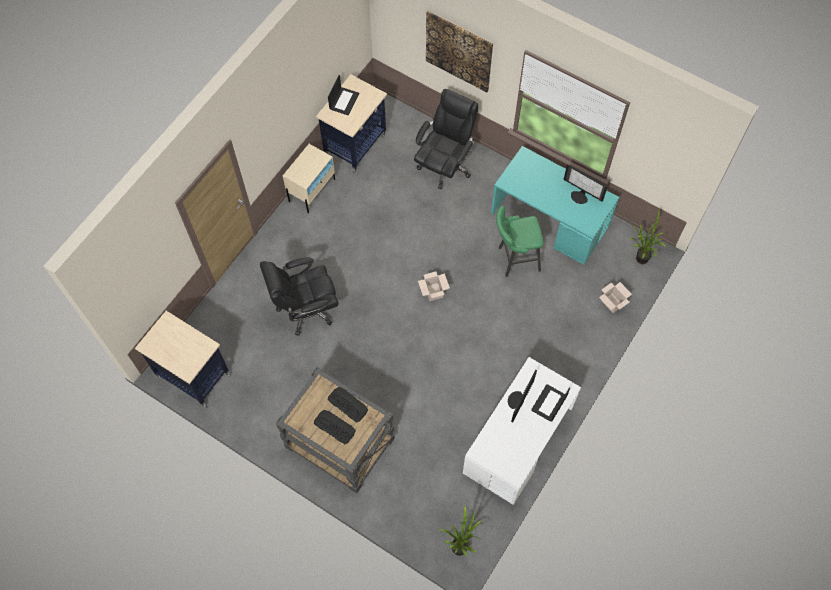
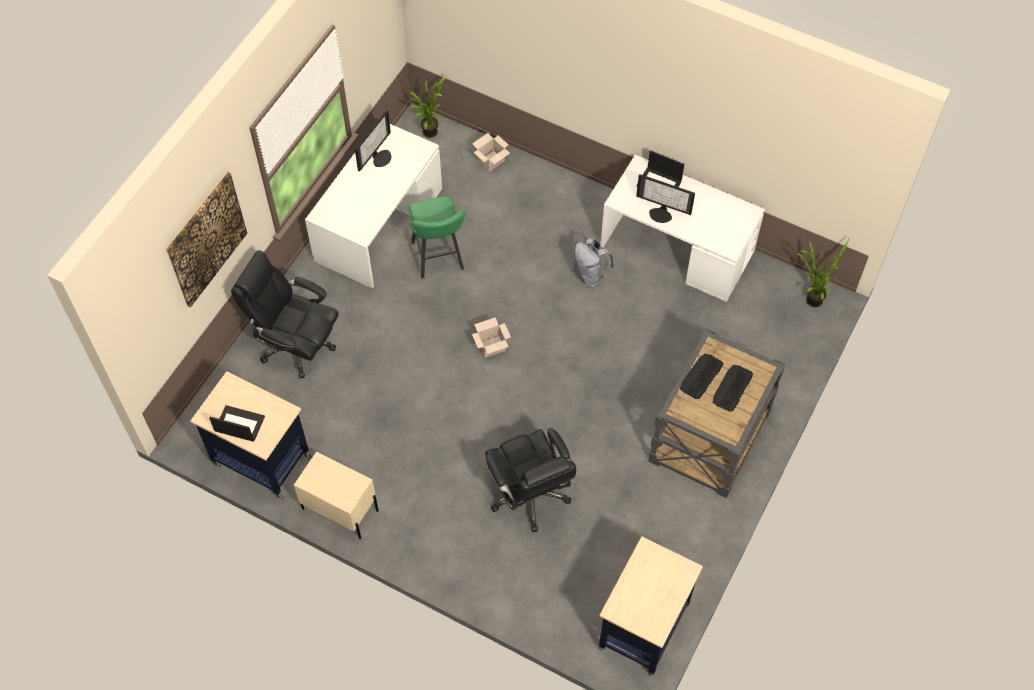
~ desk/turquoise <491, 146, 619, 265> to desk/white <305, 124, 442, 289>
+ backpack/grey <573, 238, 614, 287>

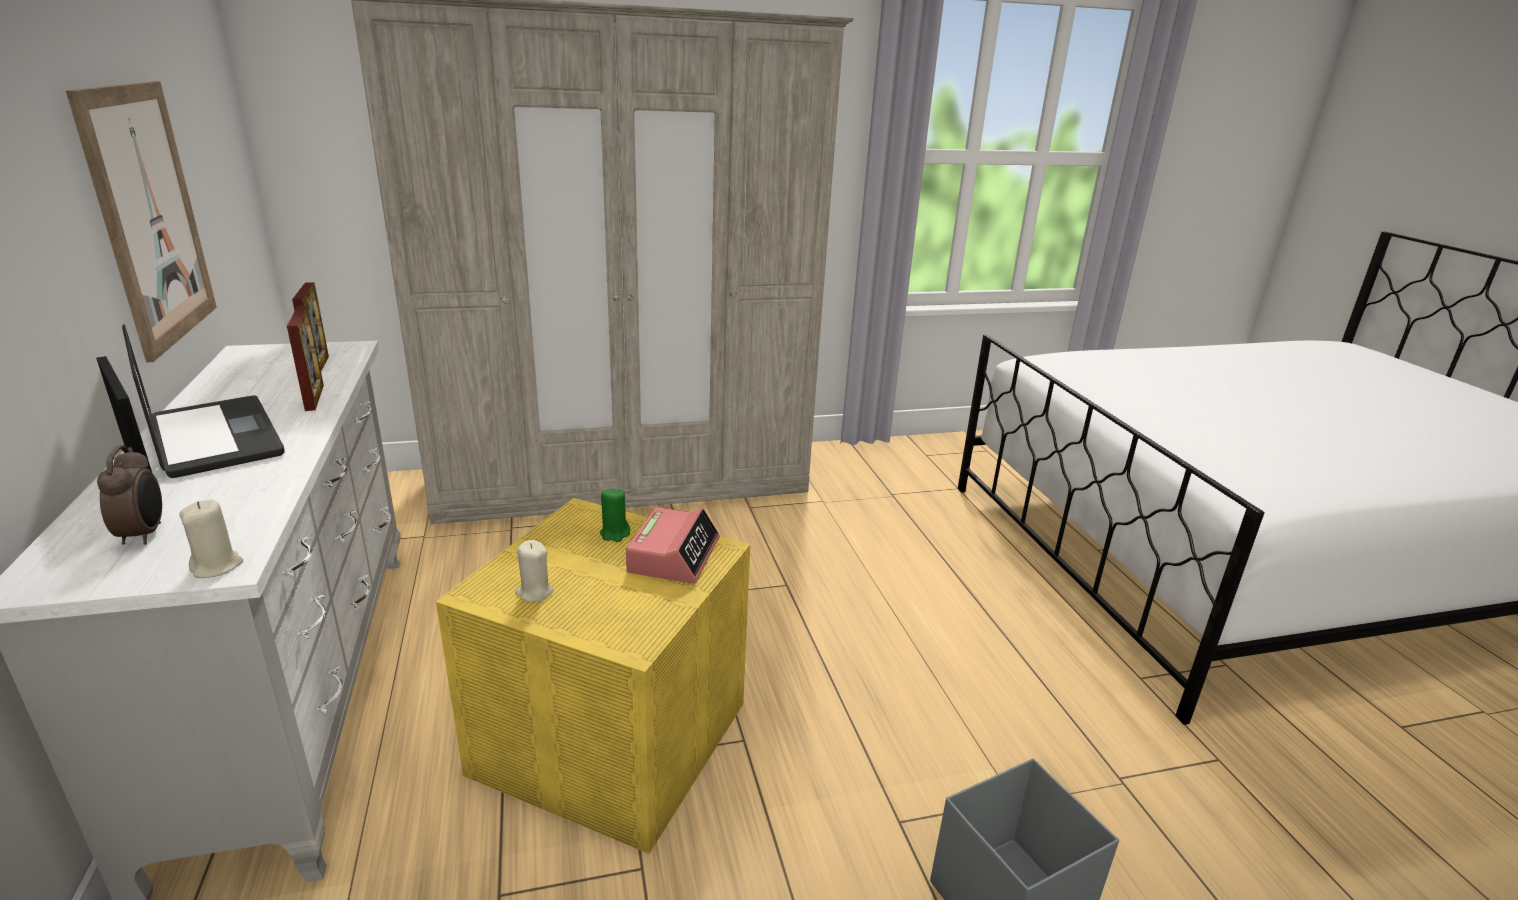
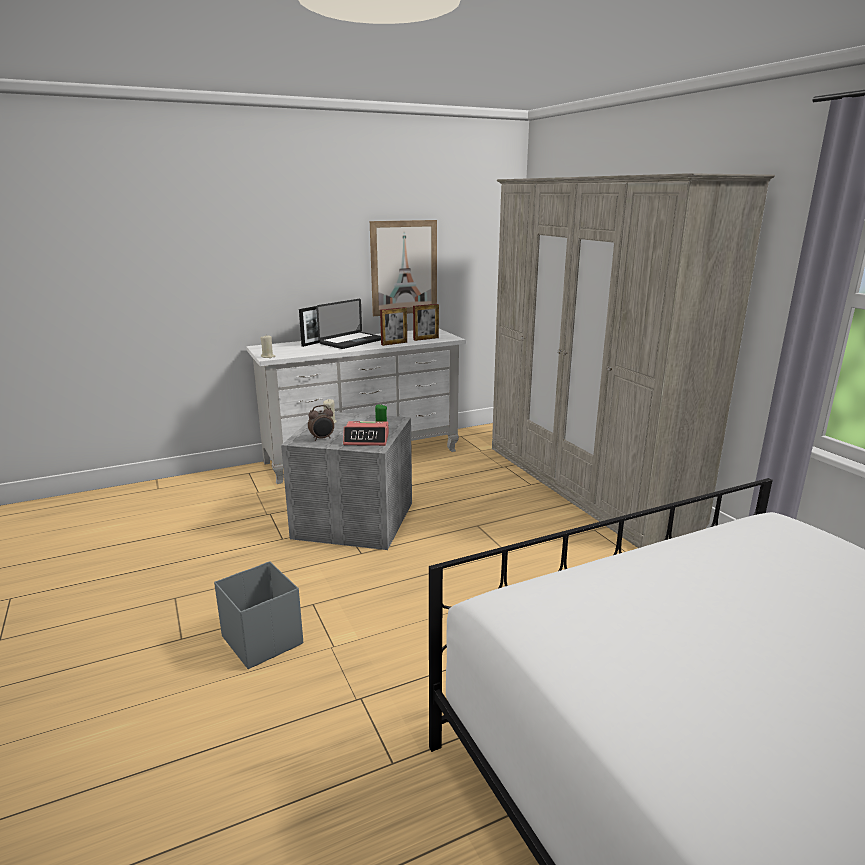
~ alarm clock <97, 445, 162, 545> to <308, 405, 334, 441>
~ storage box/yellow <436, 498, 750, 854> to storage box/grey <281, 411, 412, 550>

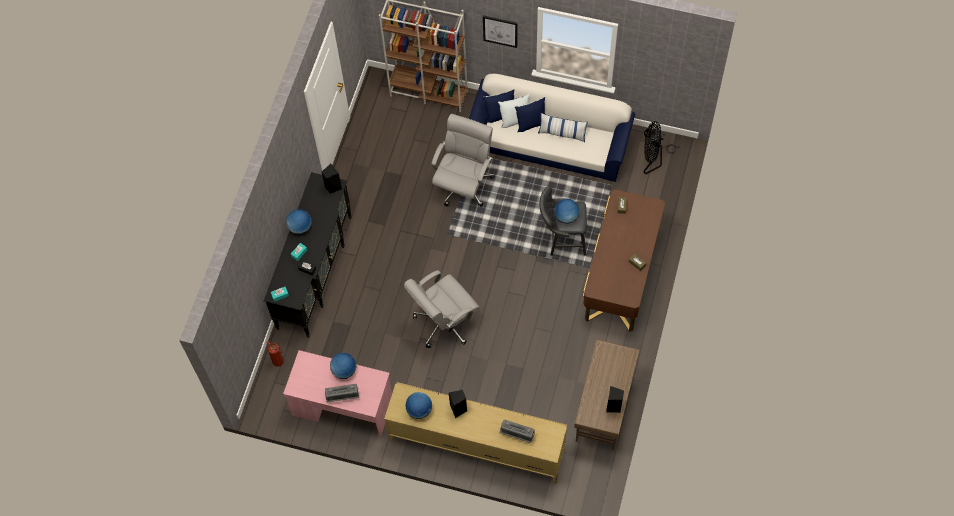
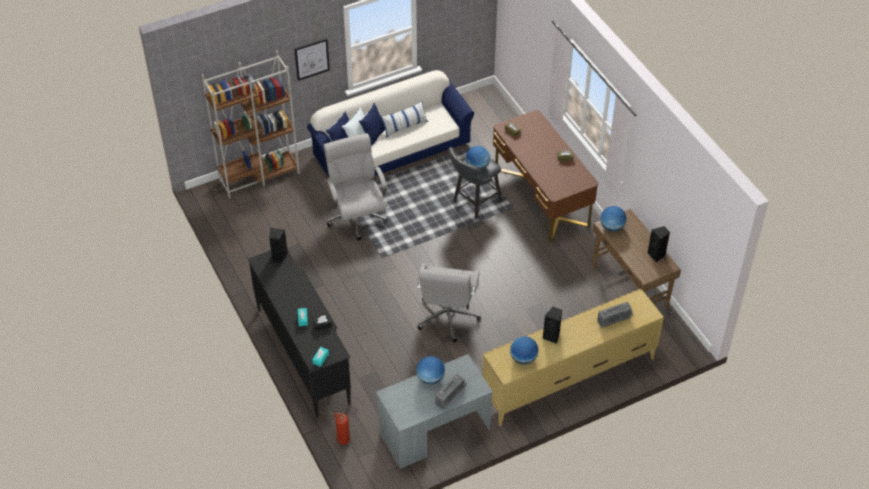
- fan/black <644, 121, 680, 174>
~ globe <286, 209, 312, 235> to <601, 206, 627, 232>
~ desk/pink <283, 350, 392, 438> to desk/grey <376, 354, 493, 469>

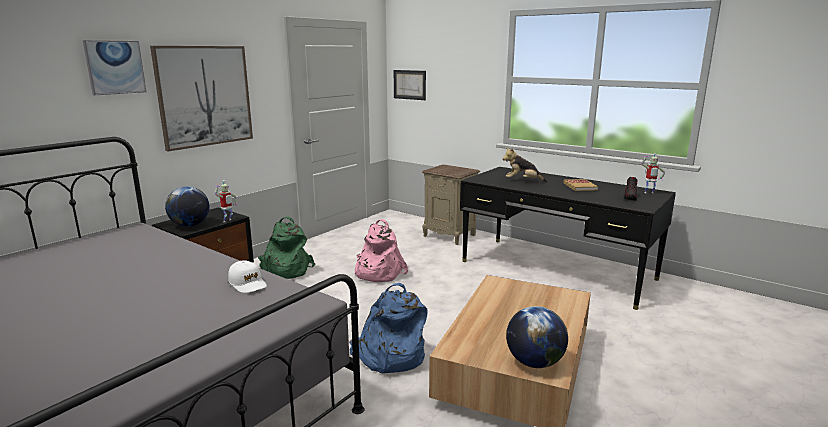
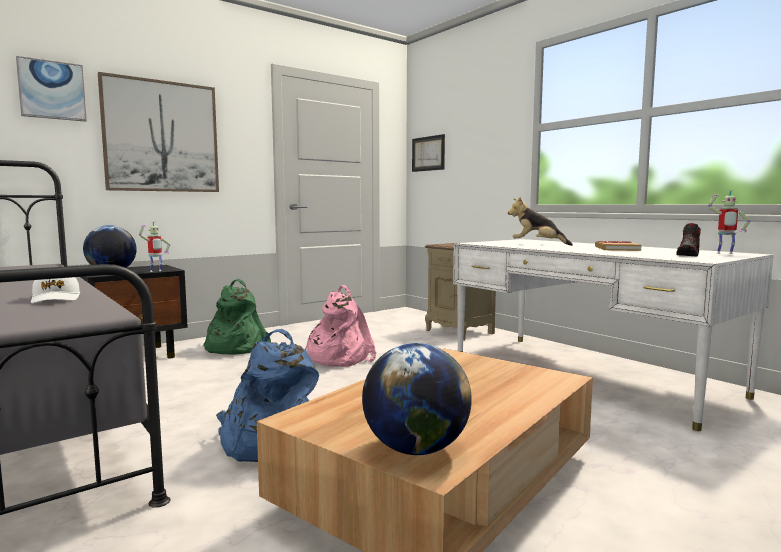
~ desk/black <460, 167, 676, 310> to desk/white <453, 239, 774, 431>

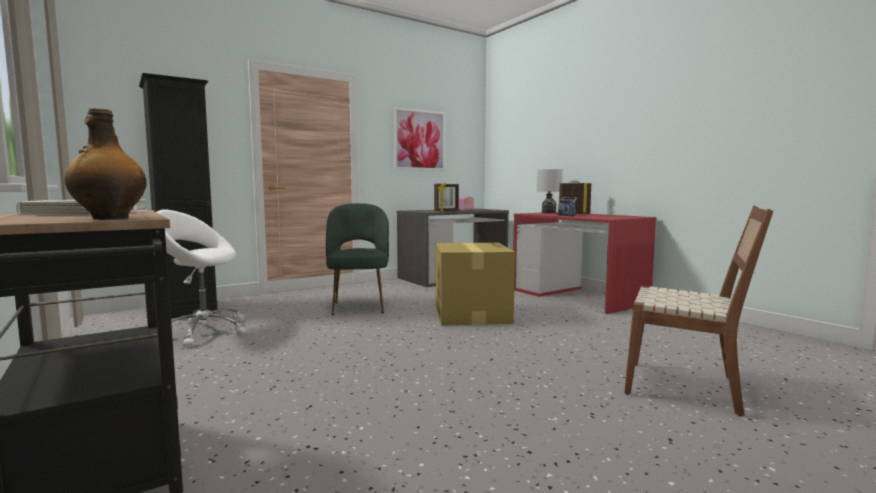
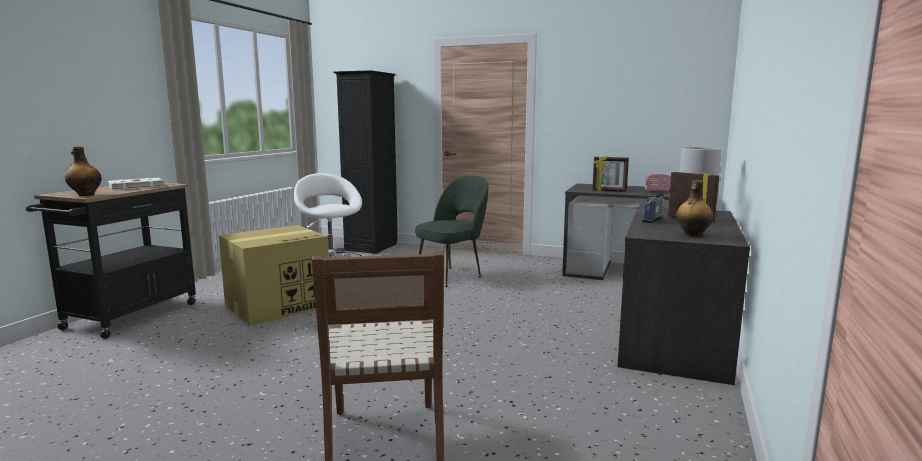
- picture <393, 107, 445, 171>
~ desk/red <513, 212, 656, 314> to desk/grey <617, 206, 750, 385>
~ cardboard box <436, 243, 515, 325> to <219, 225, 329, 326>
+ bottle <676, 180, 713, 237>

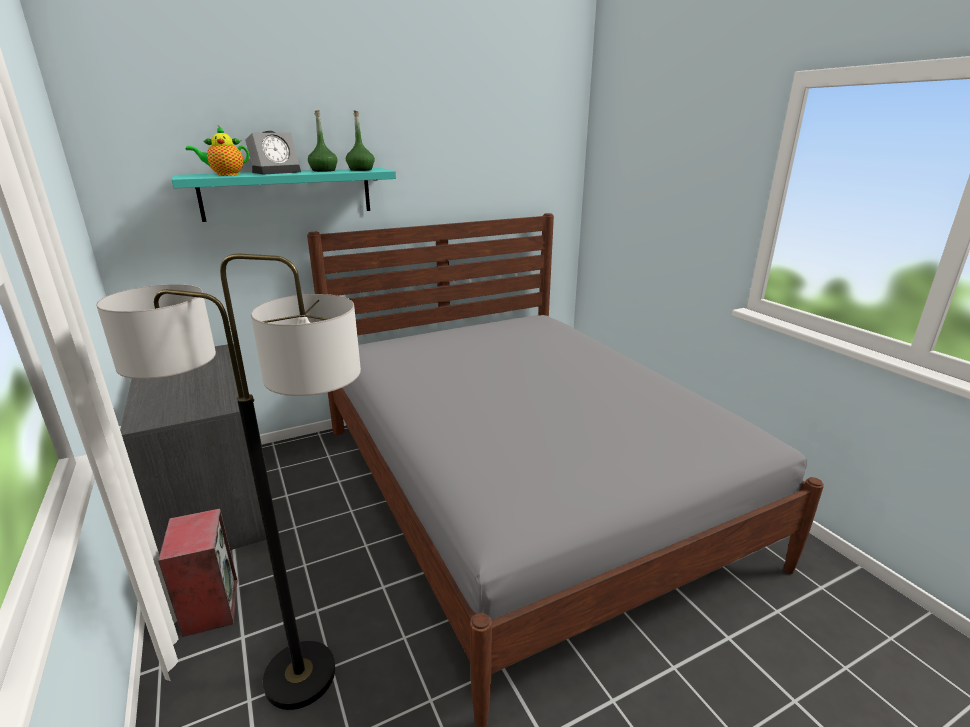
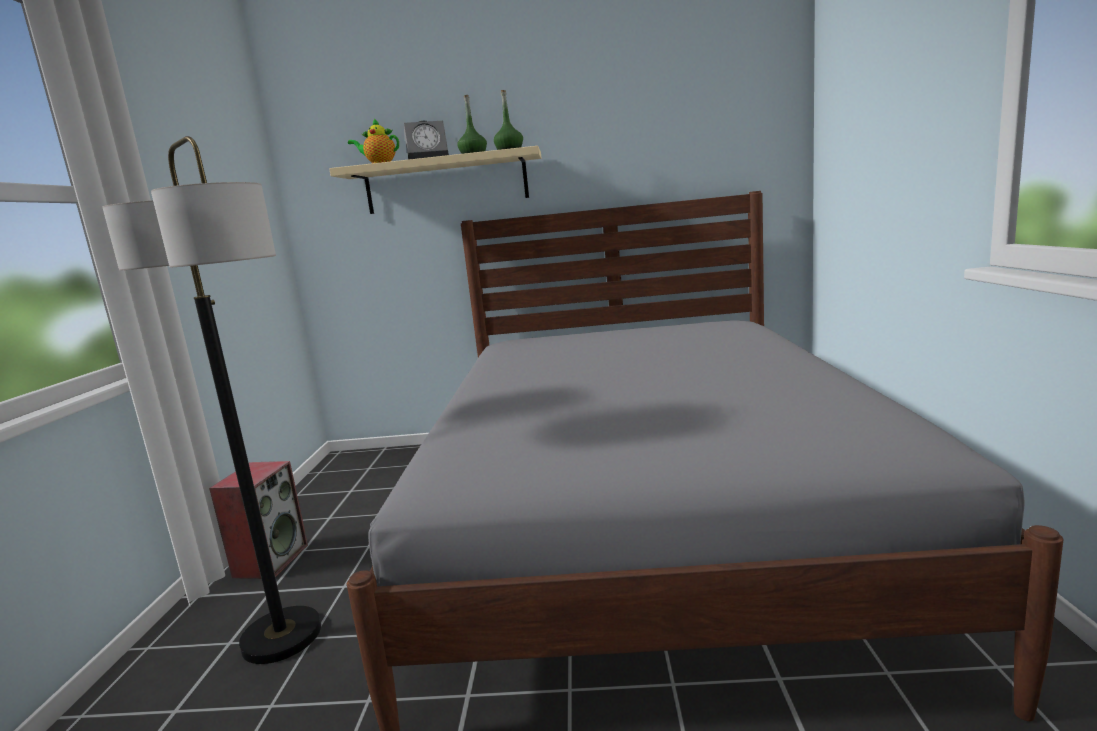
~ shelf/turquoise <172, 168, 396, 222> to shelf/beige <329, 146, 541, 214>
- desk/grey <120, 344, 266, 556>

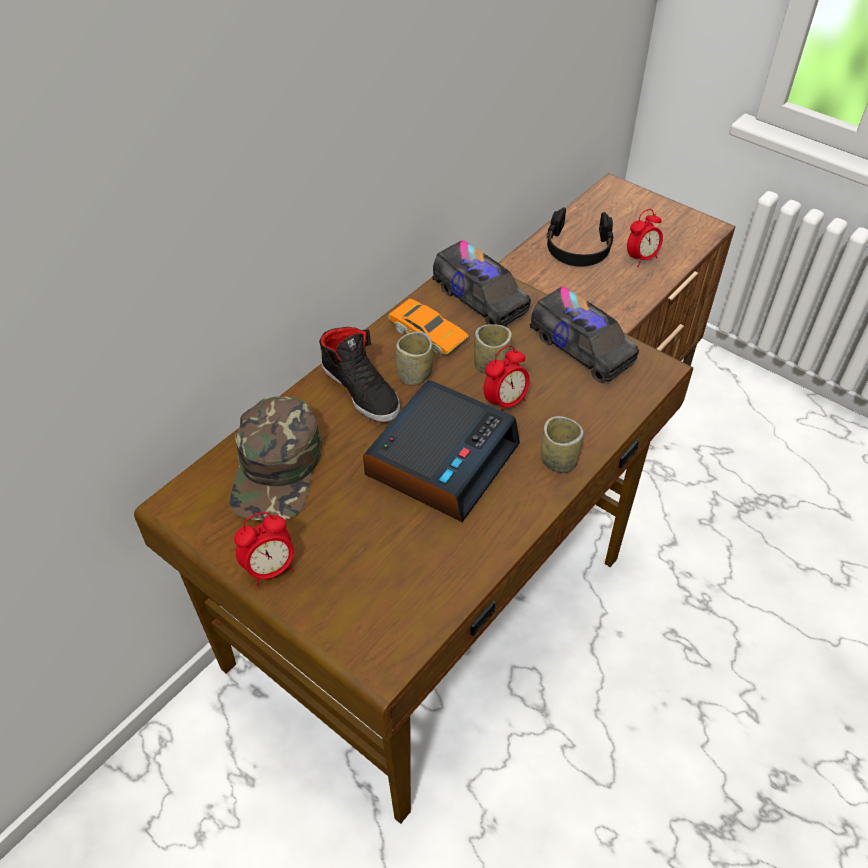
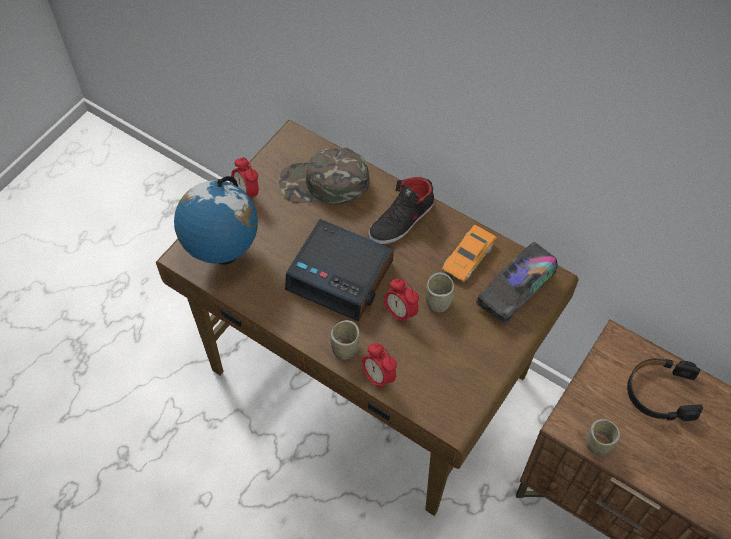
~ alarm clock <627, 209, 663, 267> to <362, 343, 397, 391>
- toy truck <529, 286, 639, 383>
~ cup <396, 332, 433, 386> to <585, 419, 620, 456>
+ globe <174, 176, 258, 265>

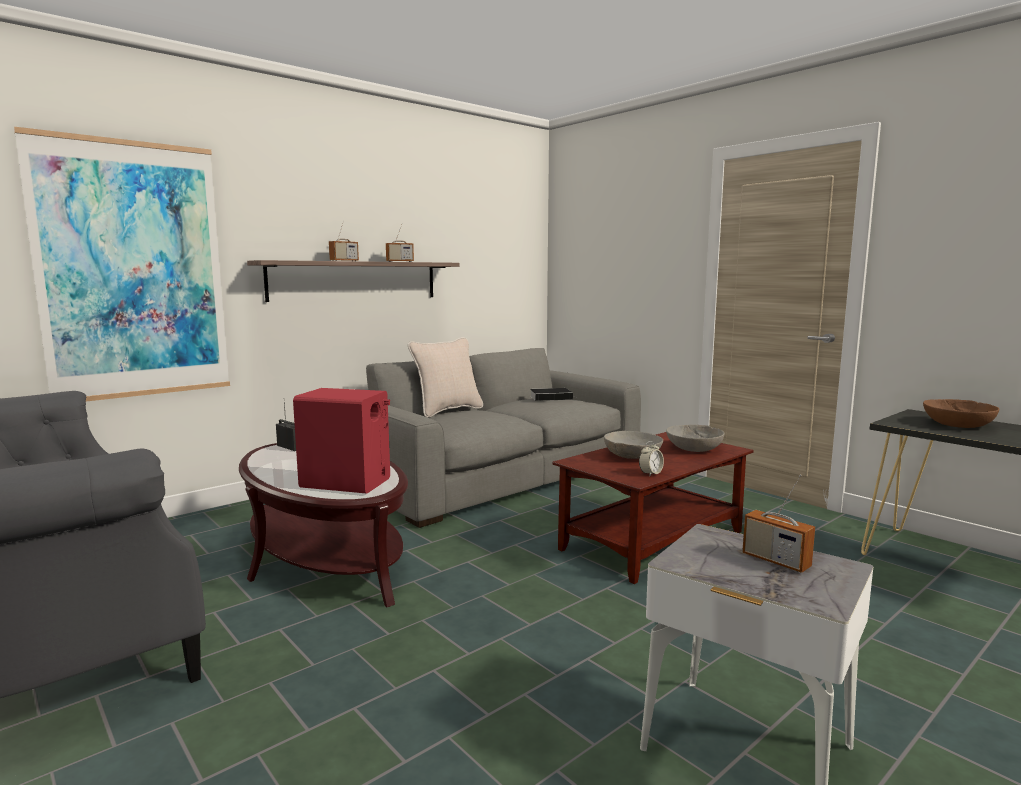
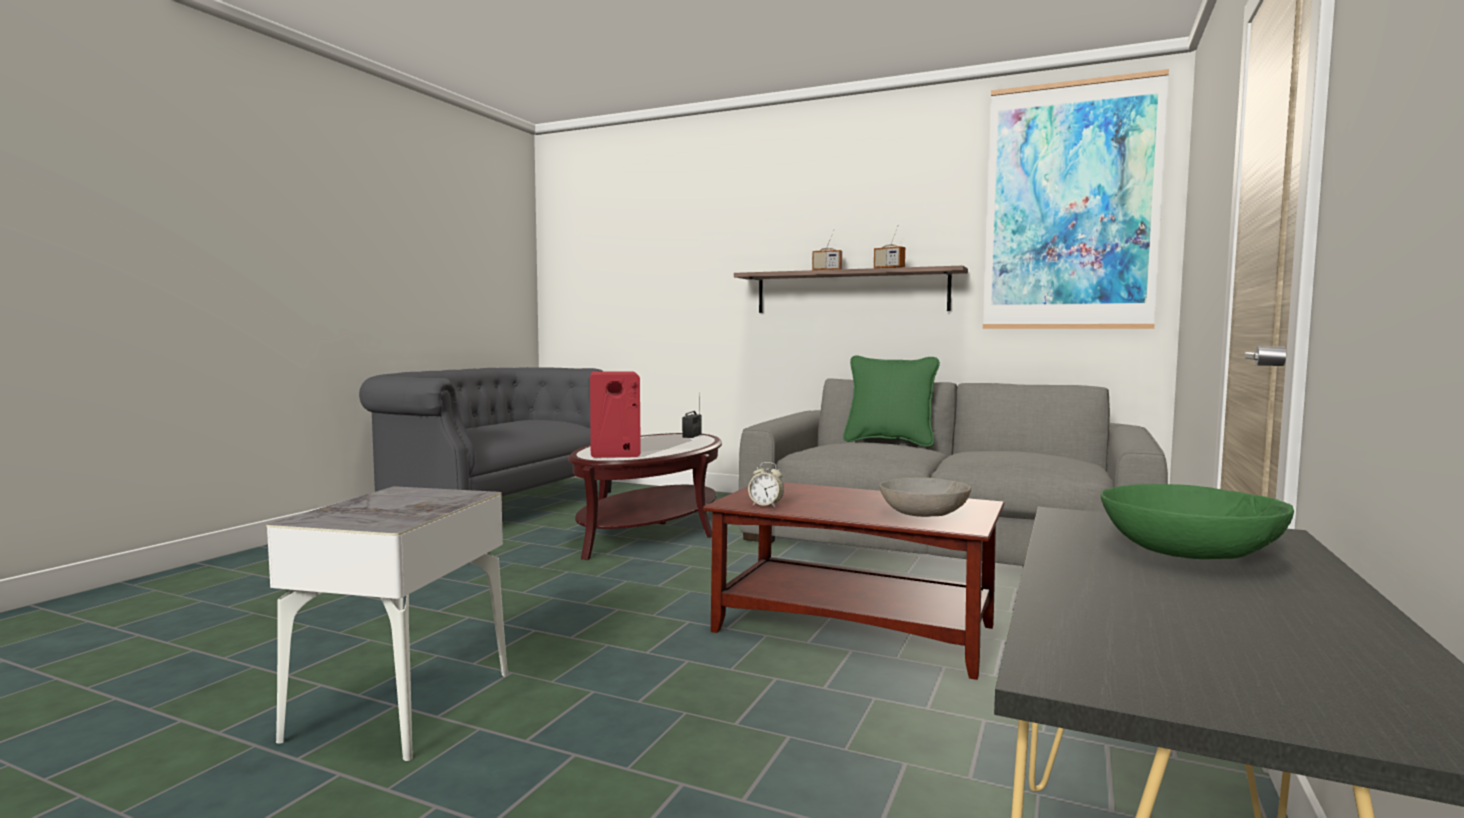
~ picture <14, 127, 230, 401> to <983, 69, 1169, 329>
~ pillow/beige <408, 337, 483, 418> to pillow/green <843, 355, 940, 447>
- book <530, 388, 573, 401>
~ bowl/brown <923, 399, 999, 428> to bowl/green <1101, 484, 1294, 559>
- bowl/grey <604, 431, 663, 459>
- radio <742, 474, 815, 573>

